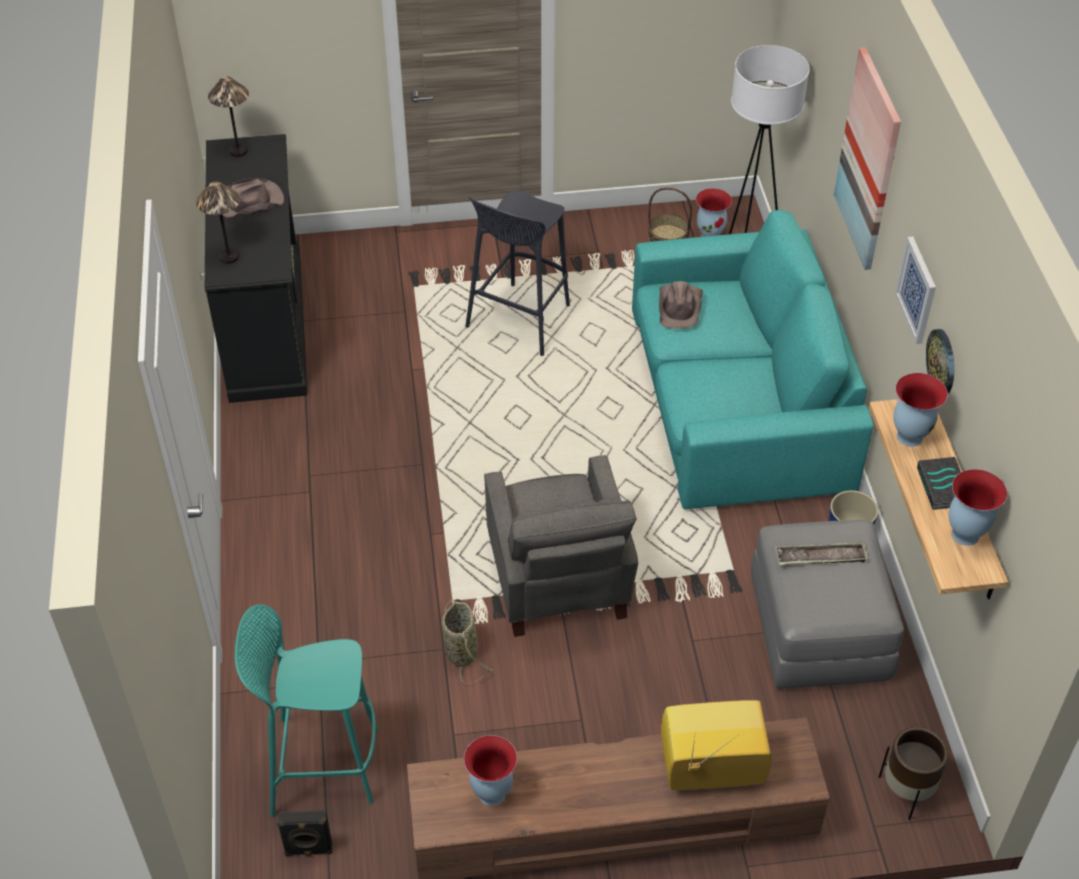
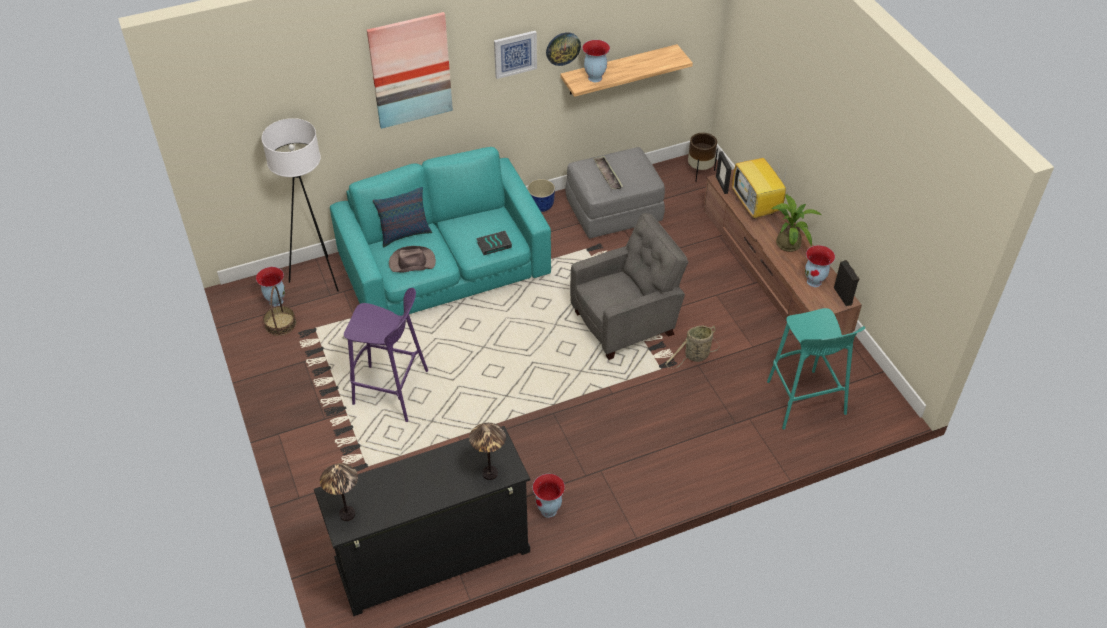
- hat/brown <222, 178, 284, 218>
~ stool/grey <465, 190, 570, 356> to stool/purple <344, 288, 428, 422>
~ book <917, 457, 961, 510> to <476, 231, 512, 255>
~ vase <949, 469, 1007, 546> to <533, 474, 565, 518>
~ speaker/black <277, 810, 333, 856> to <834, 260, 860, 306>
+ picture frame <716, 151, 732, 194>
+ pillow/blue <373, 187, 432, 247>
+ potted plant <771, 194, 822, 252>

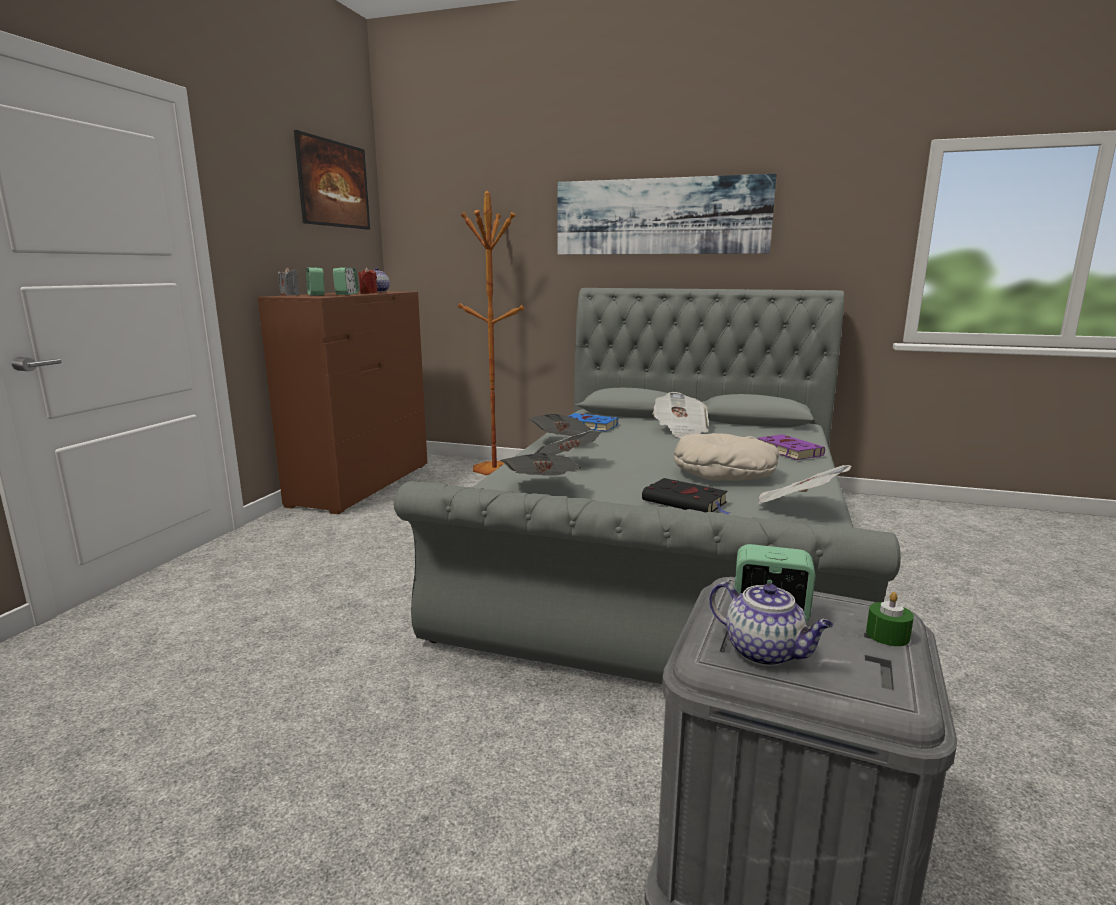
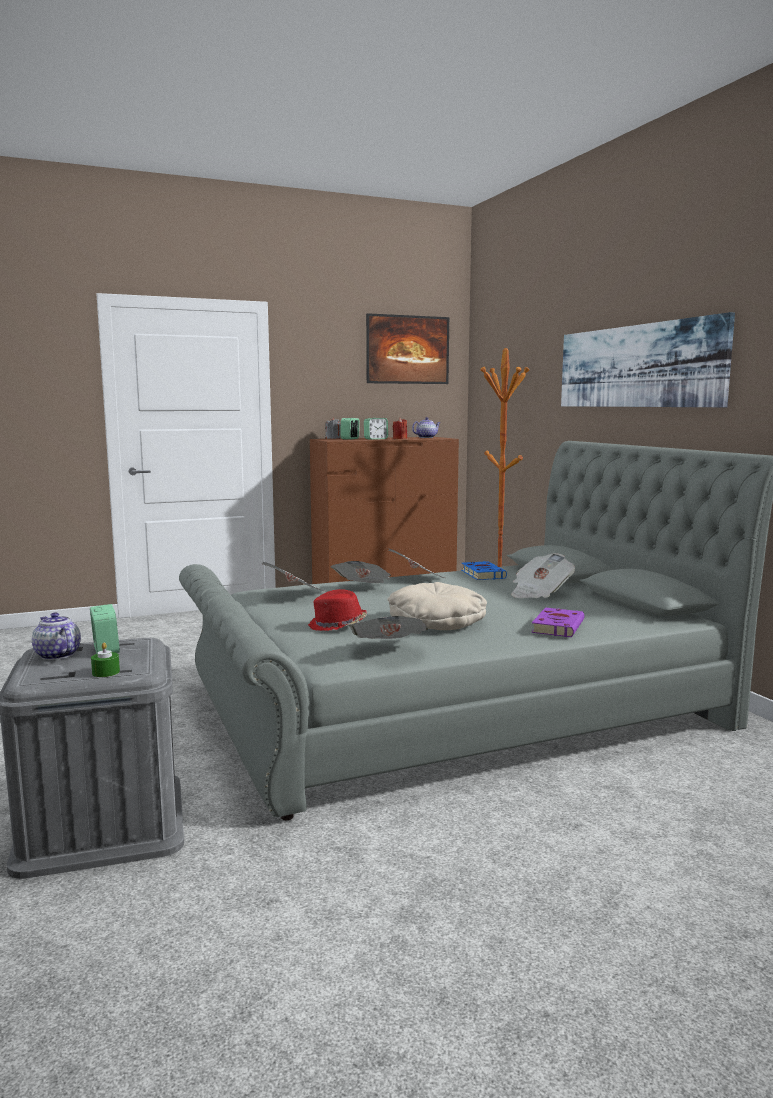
~ book/black <642, 478, 730, 514> to hat/red <308, 589, 367, 631>
~ teapot <709, 581, 834, 666> = <32, 612, 81, 660> 135 degrees clockwise

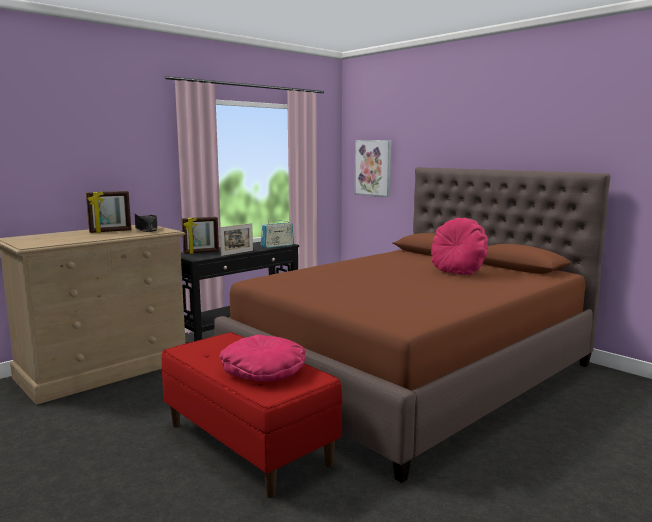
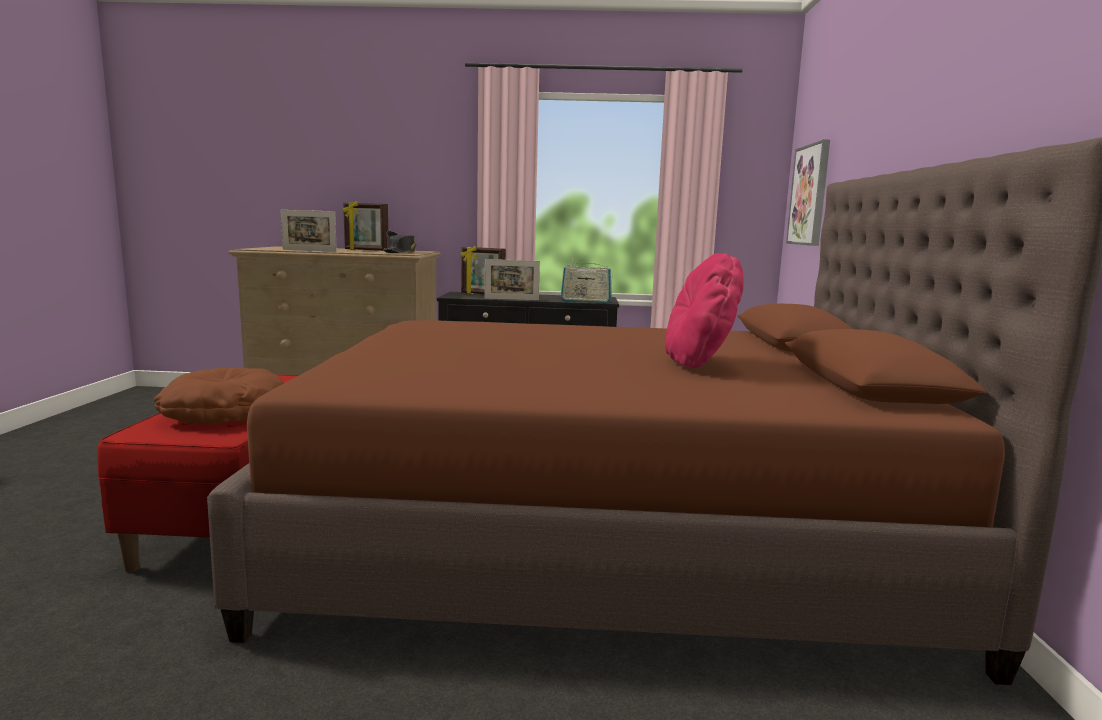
~ pillow/pink <220, 335, 306, 381> to pillow/brown <154, 367, 284, 424>
+ picture frame <281, 210, 337, 251>

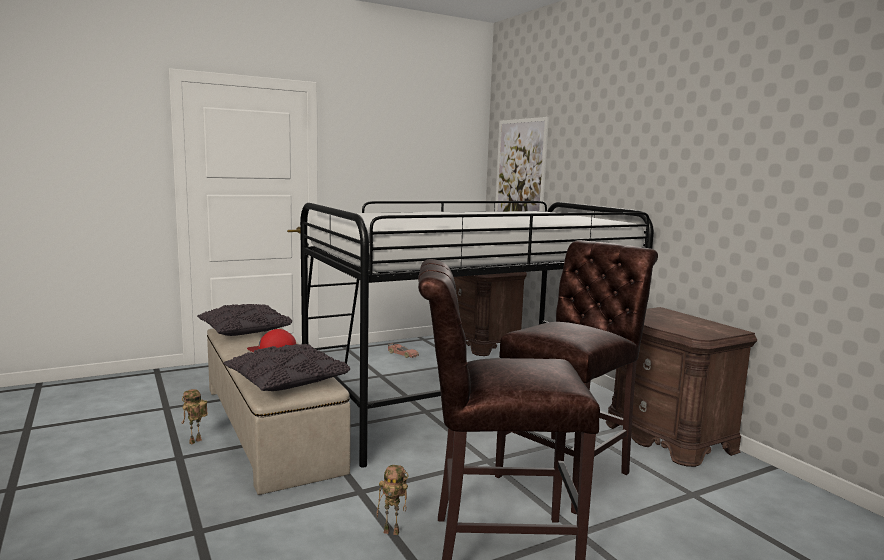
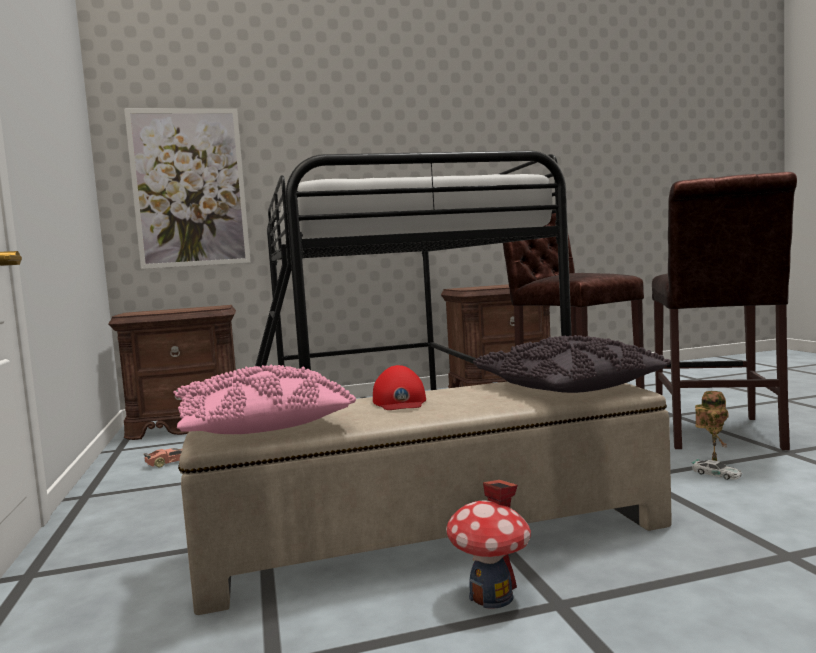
~ pillow/black <197, 304, 292, 336> to pillow/pink <173, 365, 356, 434>
~ toy robot <181, 389, 208, 444> to toy house <446, 480, 531, 609>
+ toy car <691, 459, 742, 480>

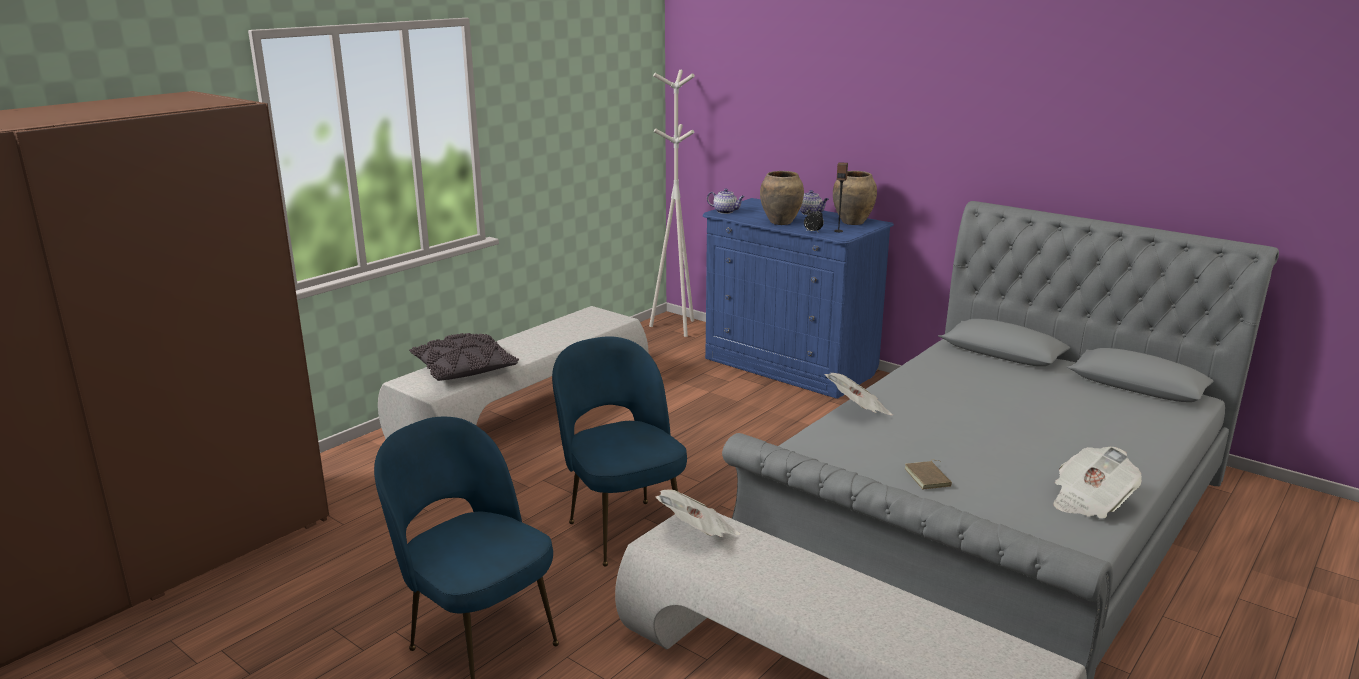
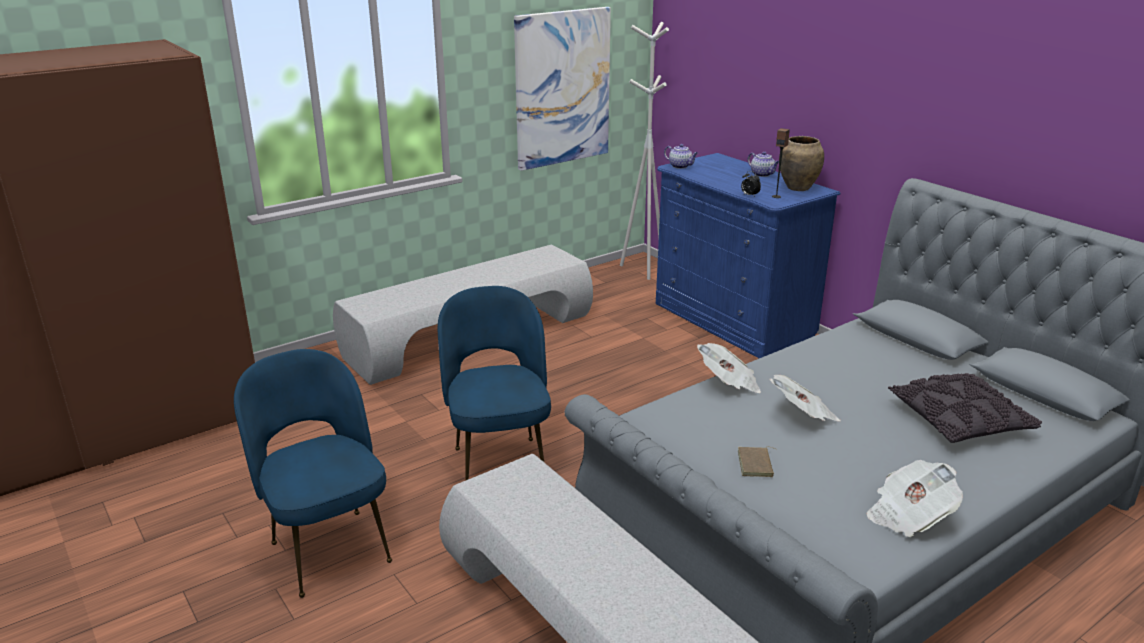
- vase/brown <760, 171, 804, 225>
~ pillow/black <409, 333, 519, 381> to <888, 373, 1042, 443>
~ newspaper <655, 489, 740, 537> to <770, 375, 841, 421>
+ picture <514, 7, 611, 171>

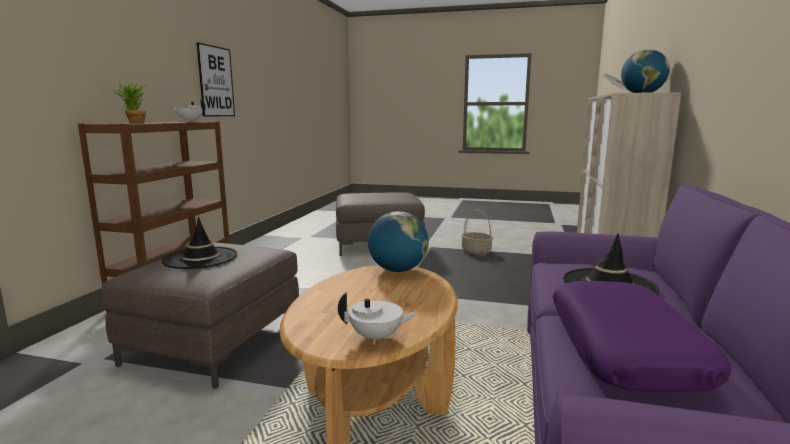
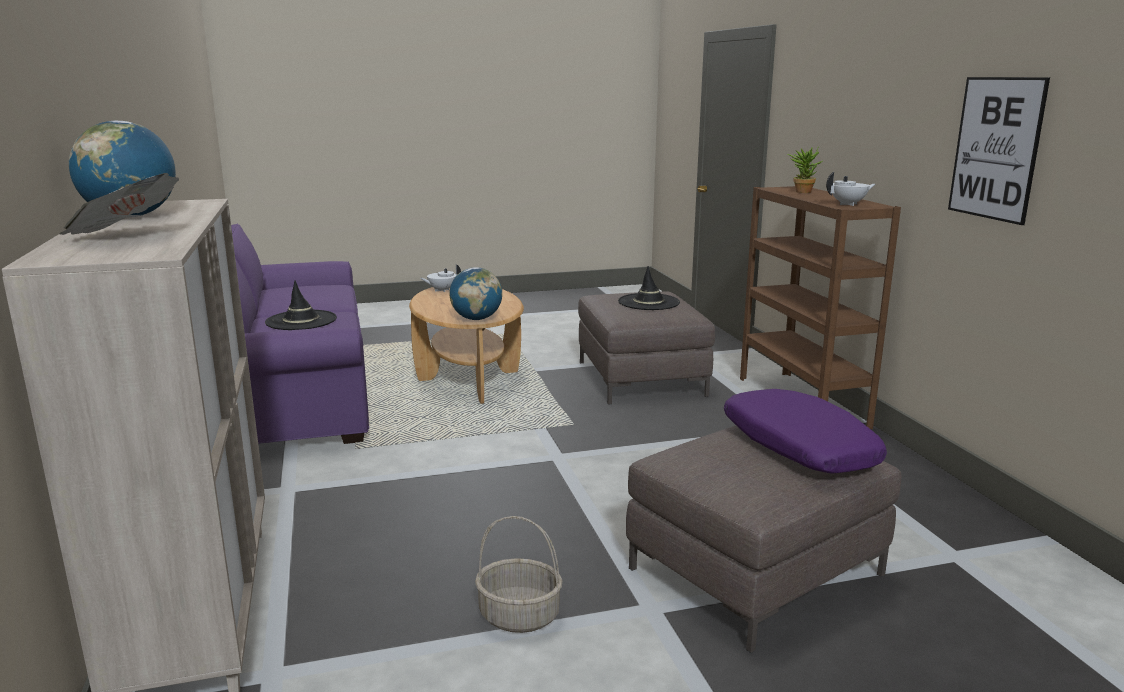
~ pillow/purple <553, 281, 731, 392> to <724, 389, 887, 474>

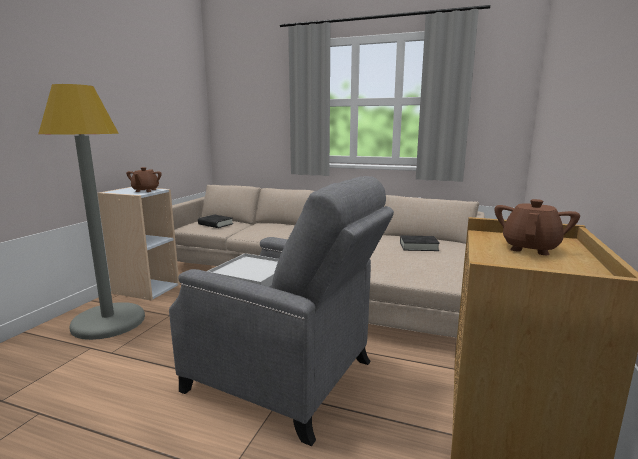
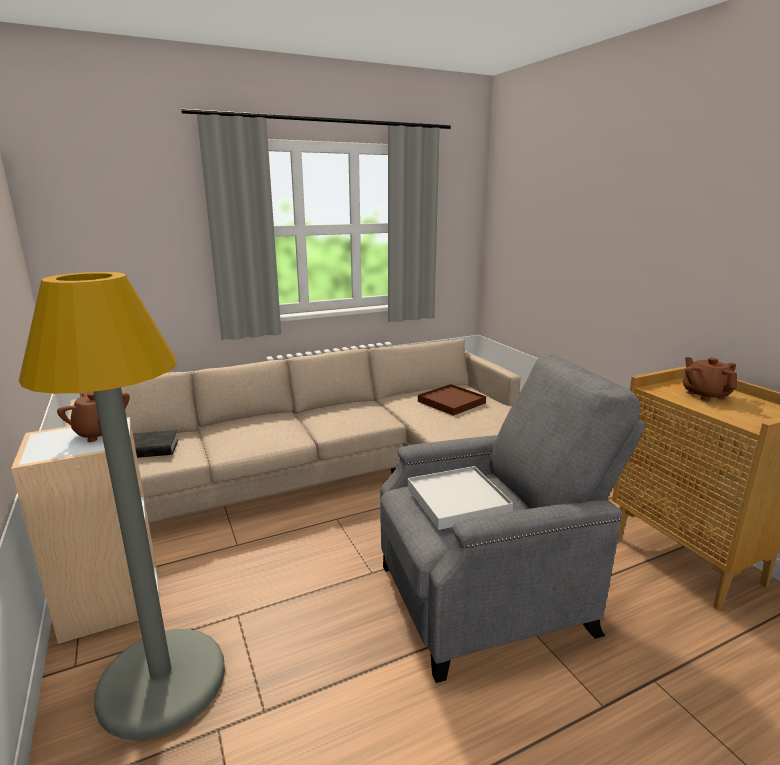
~ book/black <400, 236, 440, 251> to tray/brown <418, 384, 486, 416>

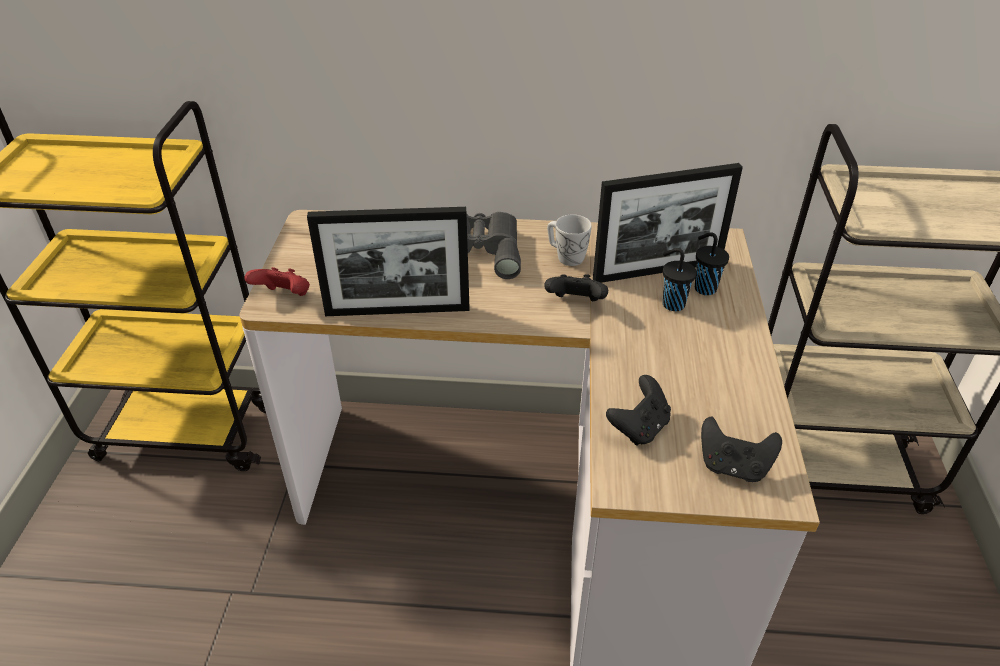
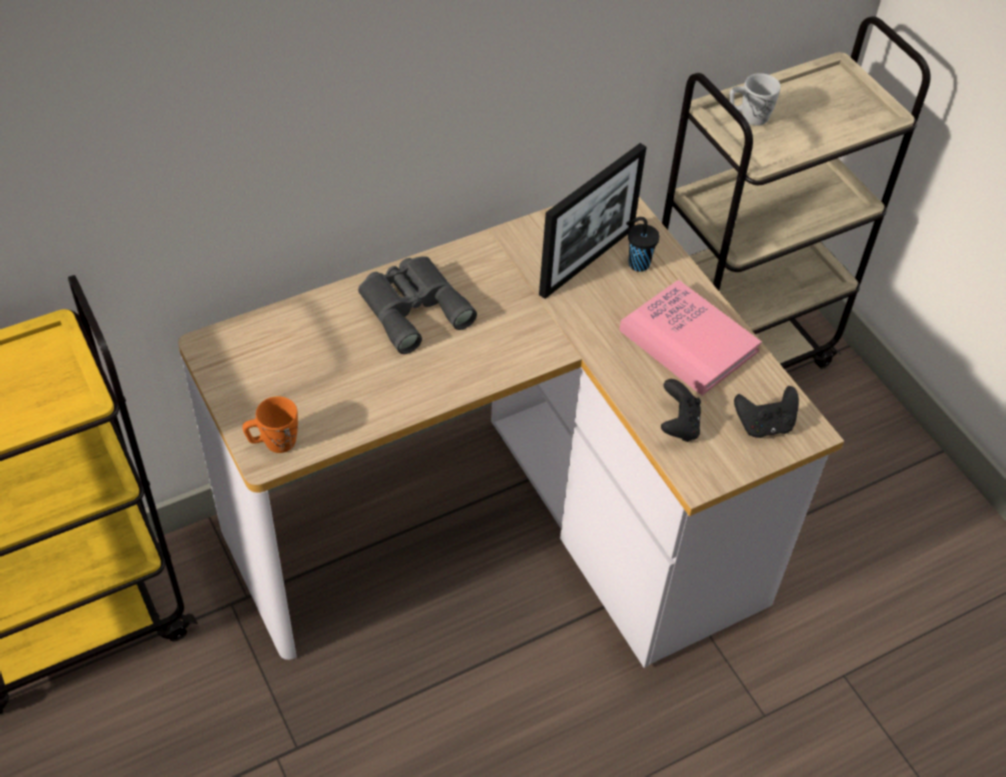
- picture frame <307, 207, 470, 316>
~ mug/white <547, 214, 592, 266> to <730, 73, 781, 126>
- cup/black <663, 248, 697, 311>
~ game controller/red <245, 267, 310, 296> to mug/orange <243, 396, 298, 453>
- game controller/black <544, 274, 608, 301>
+ book/pink <619, 280, 761, 396>

